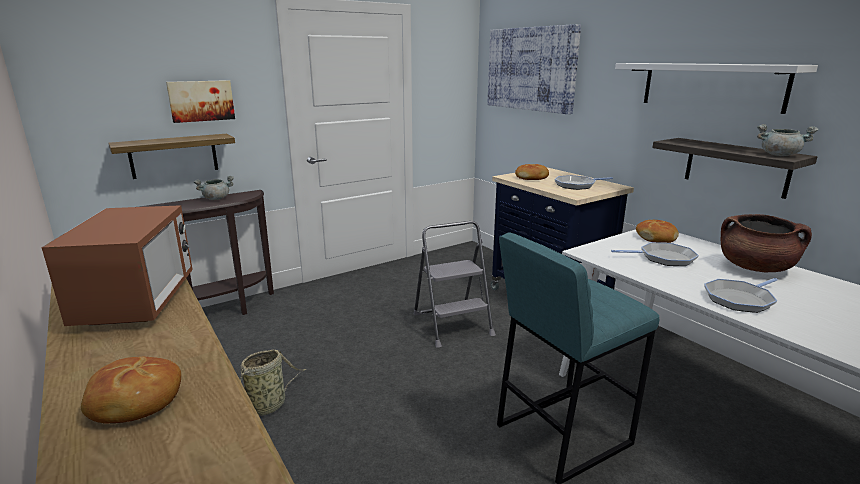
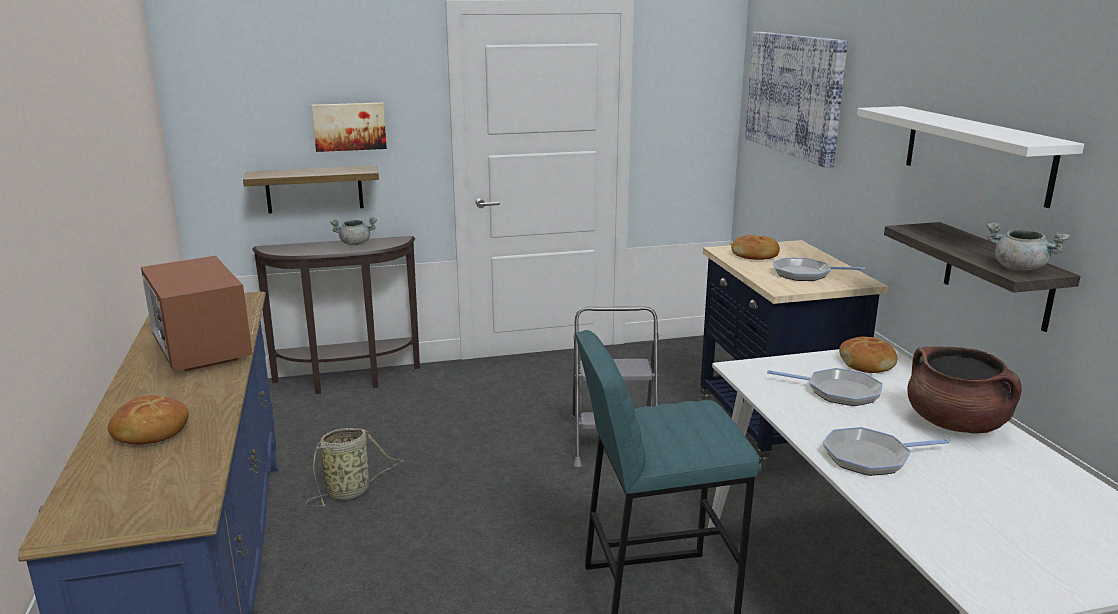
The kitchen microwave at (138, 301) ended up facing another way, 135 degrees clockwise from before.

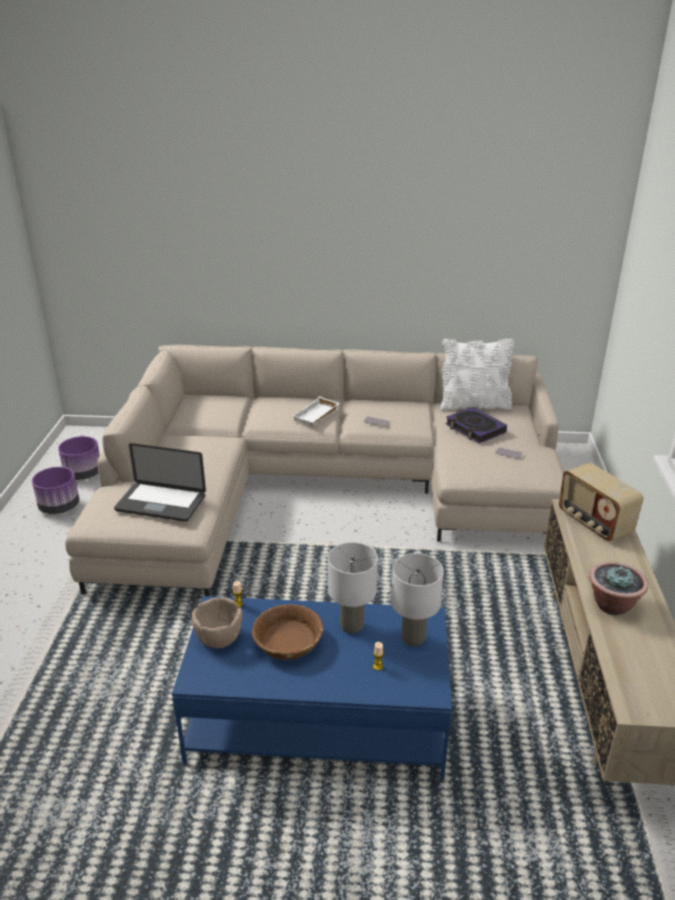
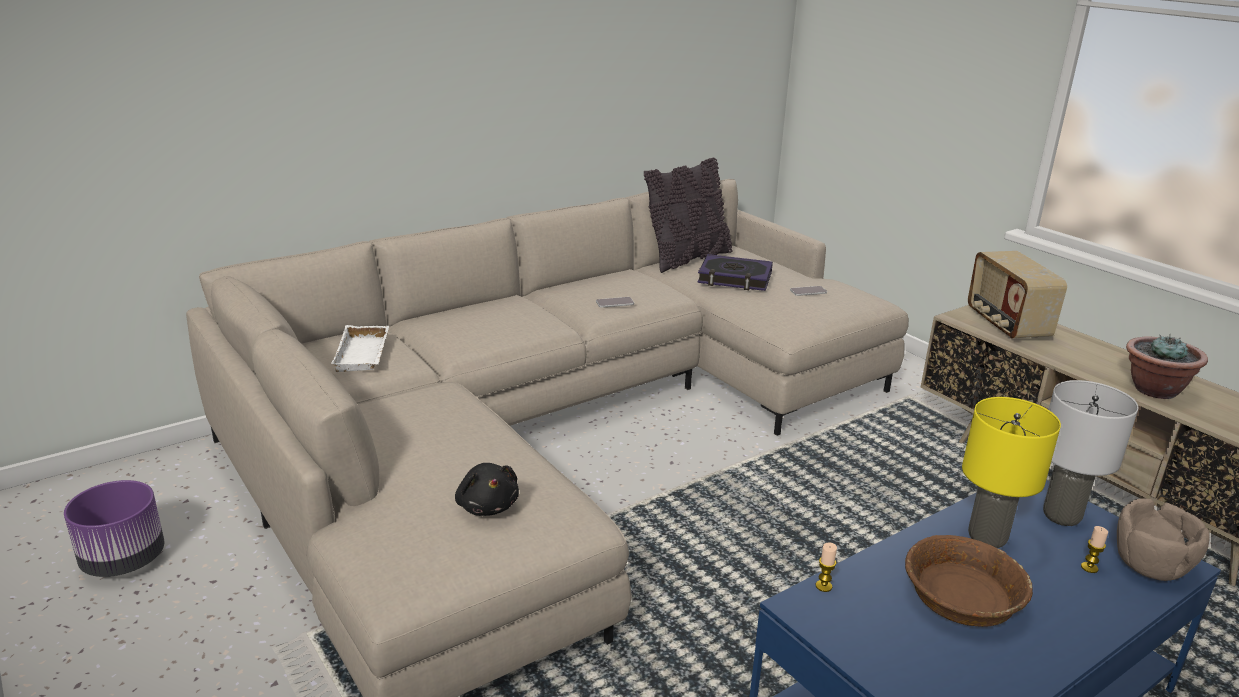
What was the throw pillow/white-coloured at (474, 405) turned into the throw pillow/black-coloured at (687, 258). The serving tray/white-coloured ended up elsewhere, having gone from (316, 415) to (364, 355). Where the notebook computer stood at (161, 503), the plush toy/black-coloured came to stand at (487, 506). The radio set at (593, 523) ended up facing another way, 60 degrees clockwise from before. The second view lost the flower pot/purplish at (60, 507). What was the lamp for a table/white-coloured at (353, 627) turned into the lamp for a table/yellow-coloured at (989, 538). The deep dish/brownish ended up elsewhere, having gone from (218, 638) to (1149, 567).

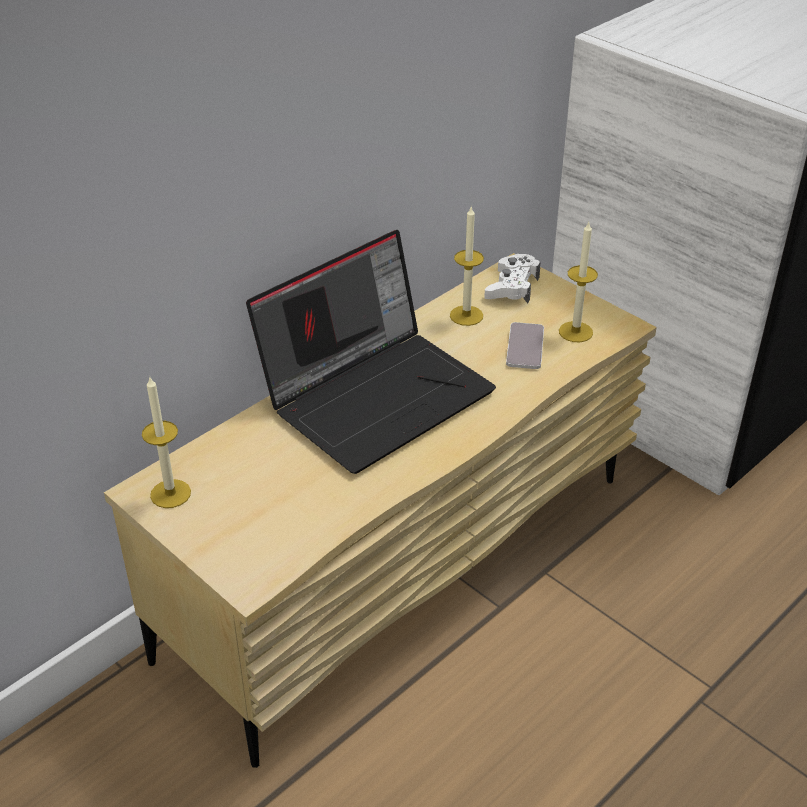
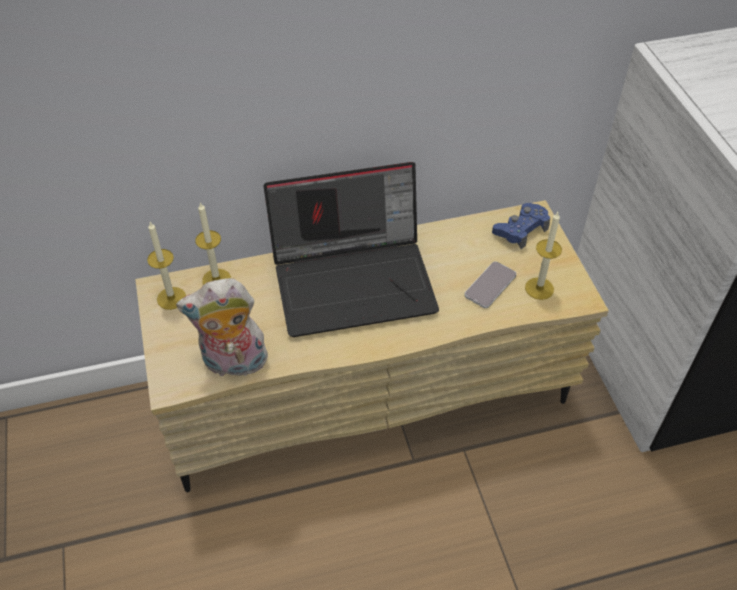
The wax light ended up elsewhere, having gone from (466, 315) to (216, 279). What was the joypad/white-coloured at (512, 286) turned into the joypad/bluish at (521, 229). The second view gained the plush toy at (233, 364).

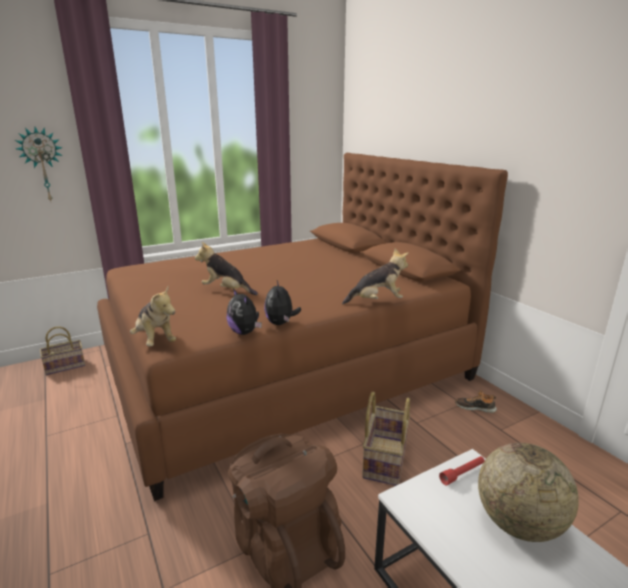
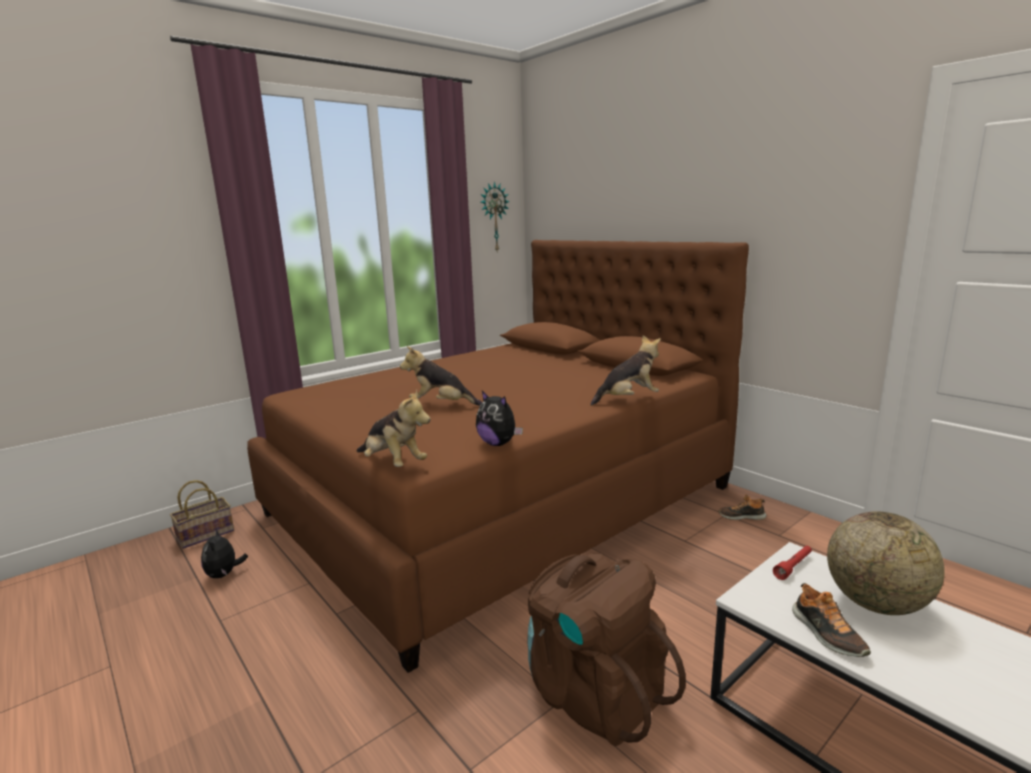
The clock on the wall ended up elsewhere, having gone from (43, 165) to (493, 217). The plush toy ended up elsewhere, having gone from (281, 323) to (224, 574). The second view lost the household basket at (384, 459). The second view gained the low shoe at (826, 634).

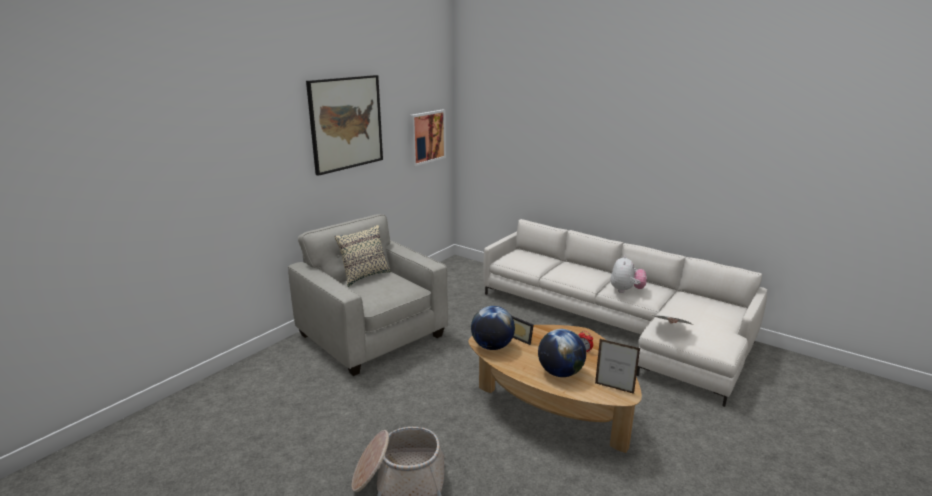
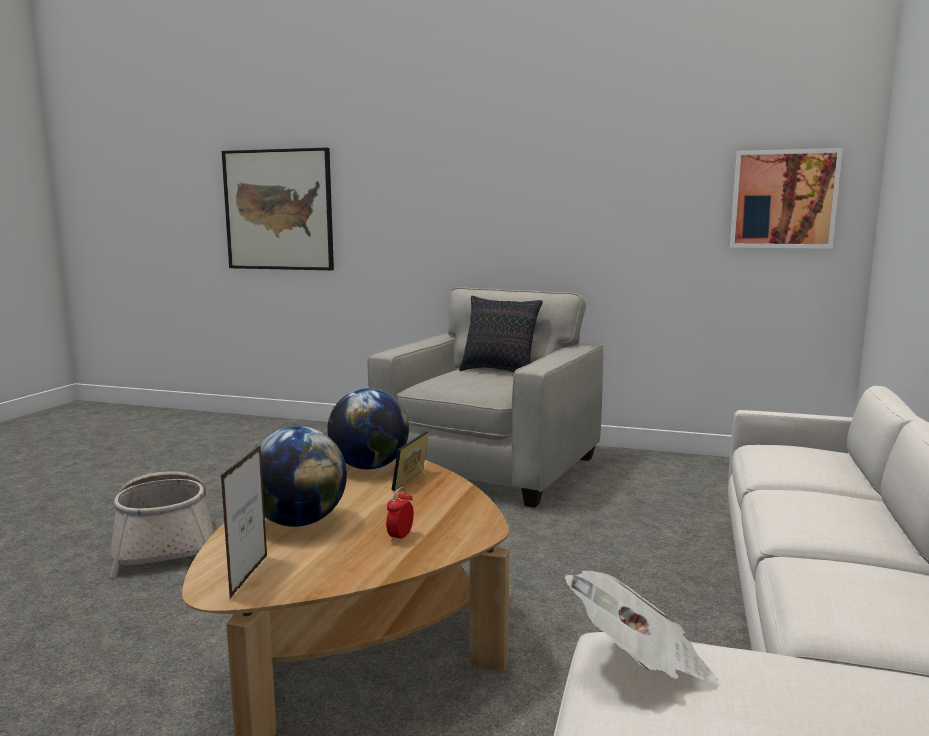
The wall picture ended up elsewhere, having gone from (346, 123) to (279, 210). What was the throw pillow/beige at (365, 277) turned into the throw pillow/black-coloured at (499, 372). The second view lost the plush toy at (626, 290).

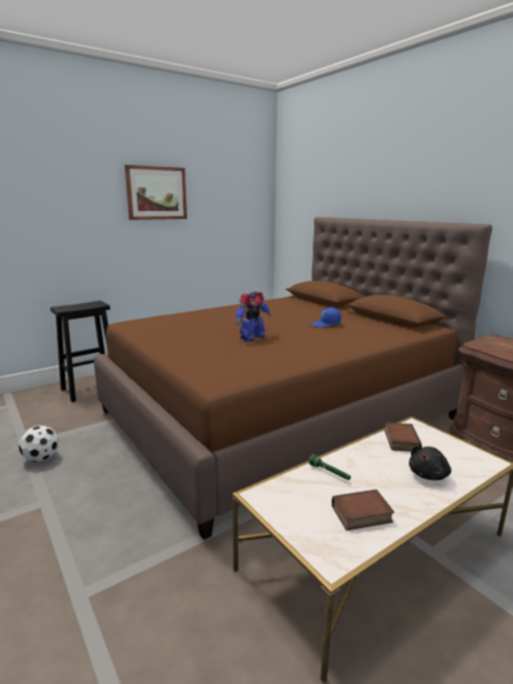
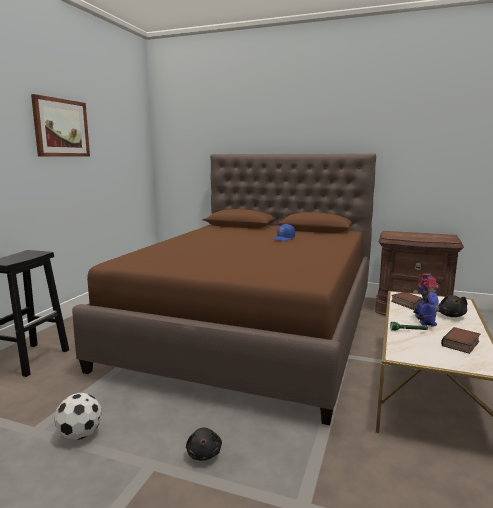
The model robot ended up elsewhere, having gone from (251, 337) to (424, 321). The second view gained the plush toy/black-coloured at (204, 453).

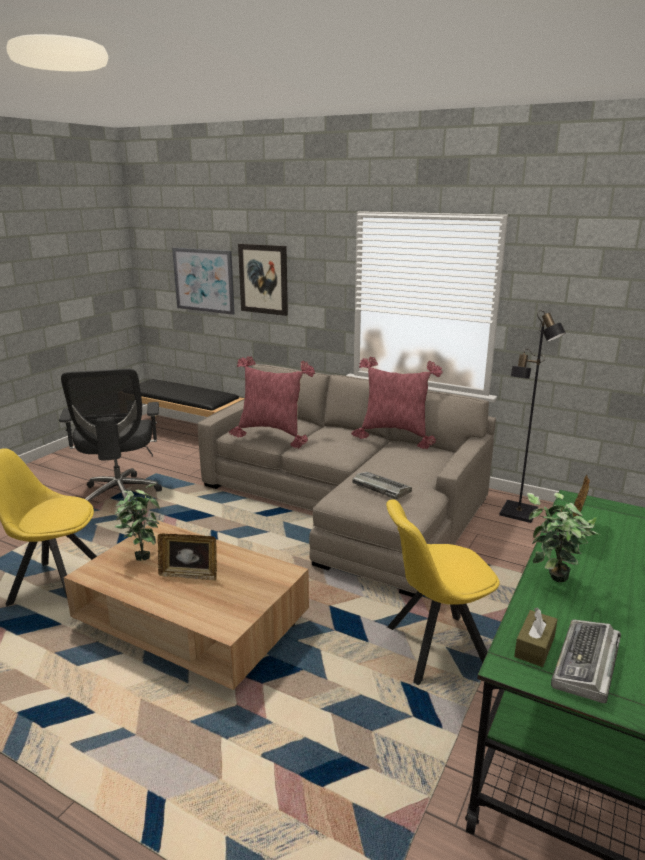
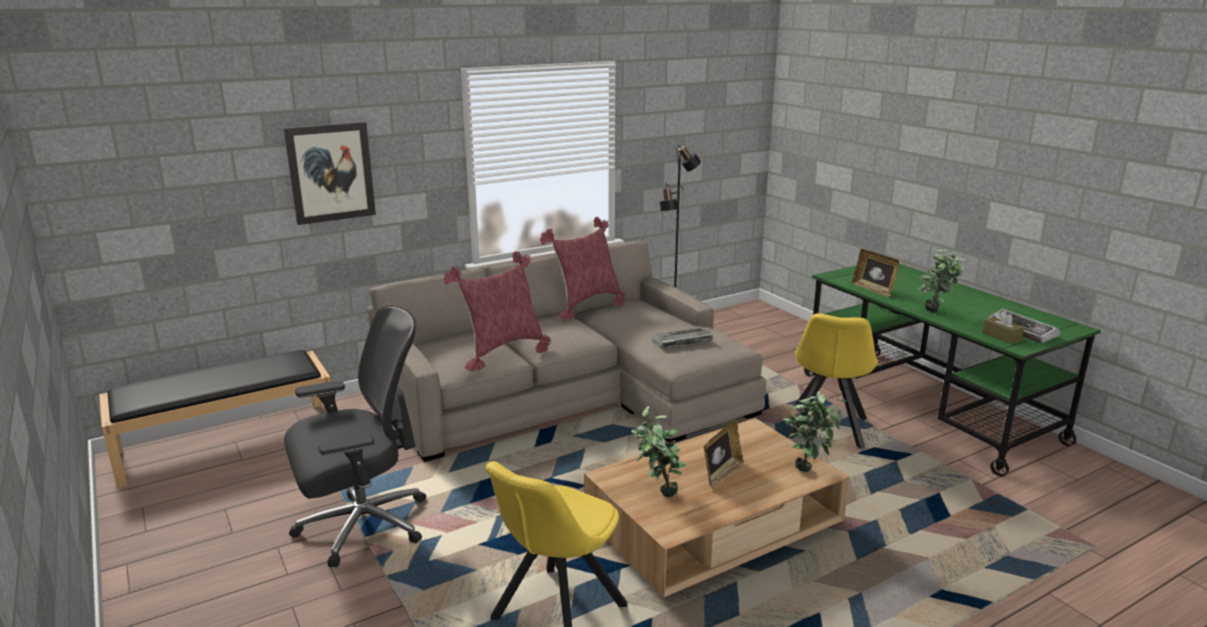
The second view lost the wall picture at (204, 280). The desk chair at (120, 494) ended up facing another way, 45 degrees counterclockwise from before. The second view gained the houseplant at (809, 466).

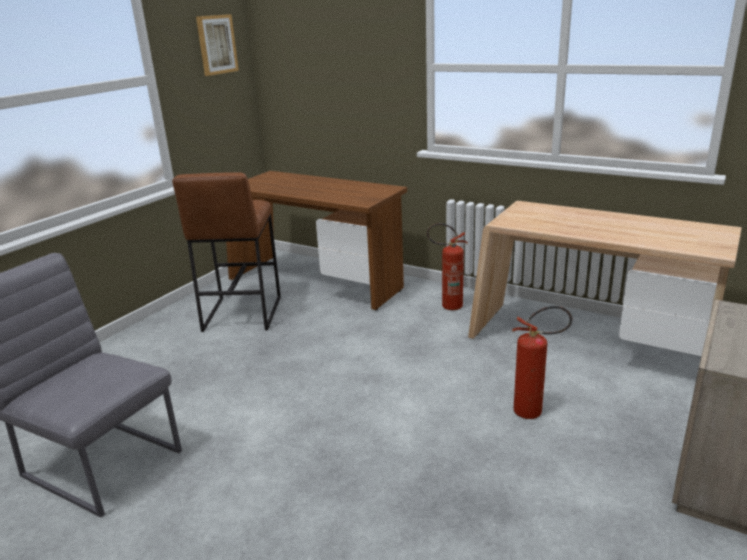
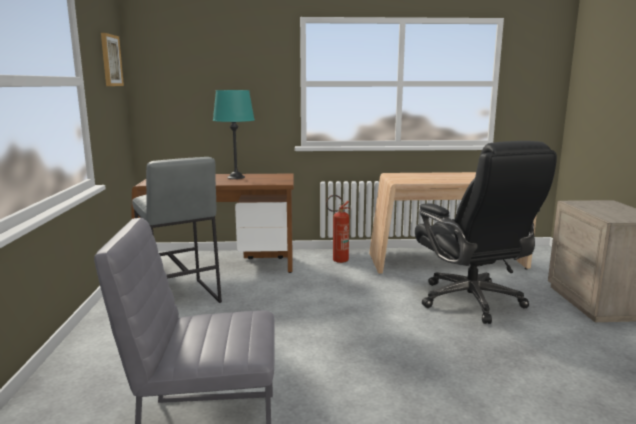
What was the sitting stool/brownish at (242, 314) turned into the sitting stool/grey at (181, 297). Where the fire extinguisher stood at (535, 412), the desk chair/black-coloured came to stand at (470, 300). The second view gained the lamp for a table/blue-green at (236, 177).

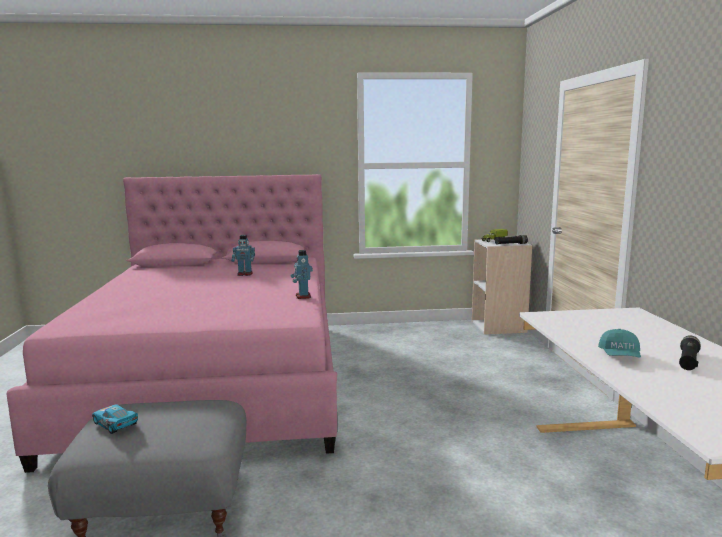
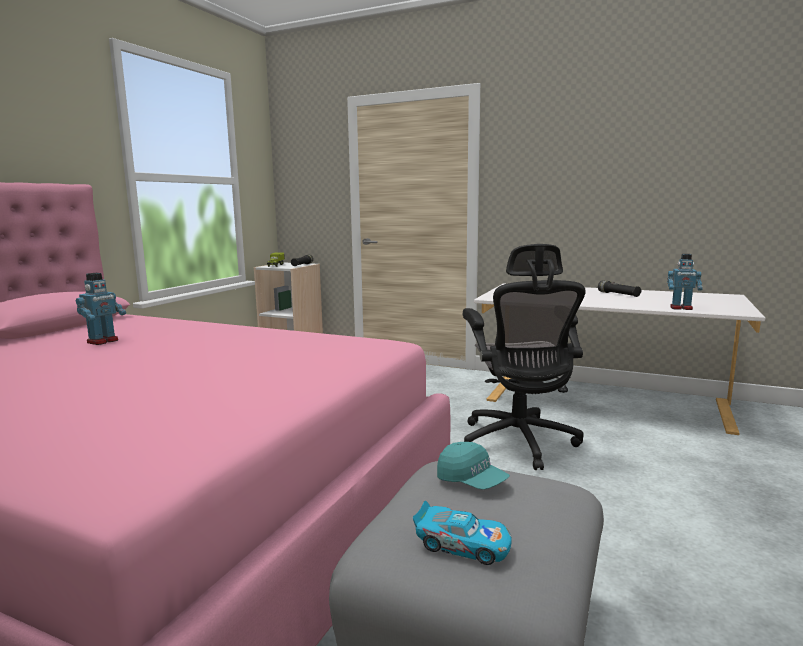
The model robot ended up elsewhere, having gone from (302, 296) to (681, 308). The cap/blue-green ended up elsewhere, having gone from (620, 356) to (472, 481). The model car at (115, 424) ended up facing another way, 135 degrees counterclockwise from before. The second view gained the desk chair at (518, 442).

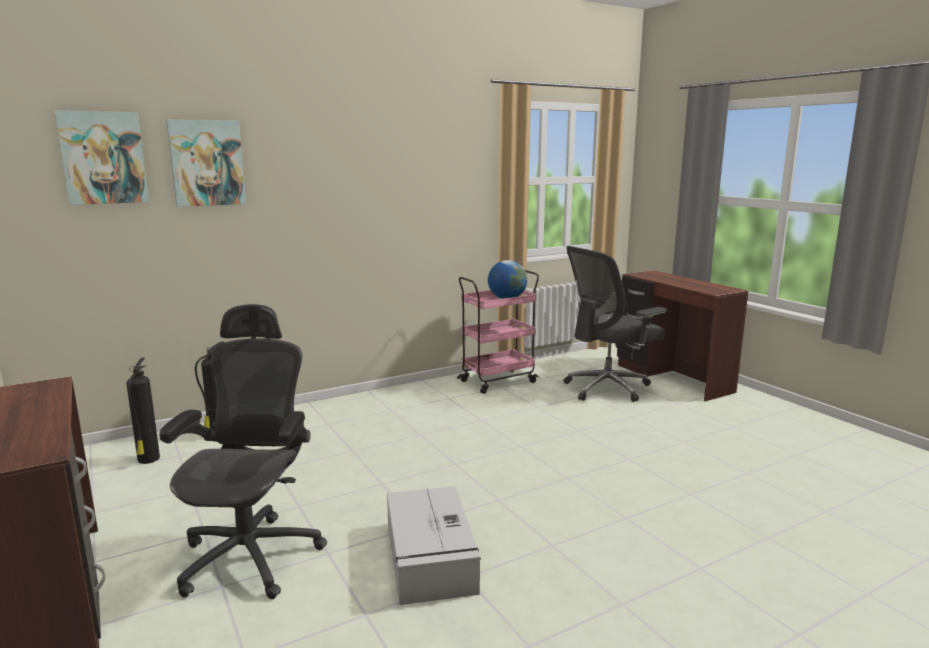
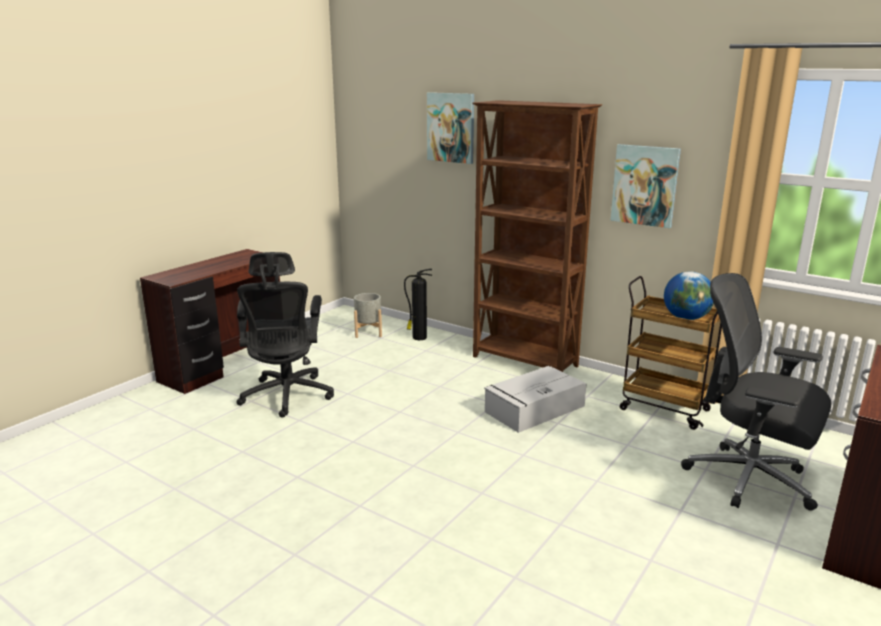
The wall picture ended up elsewhere, having gone from (103, 158) to (645, 185). What was the wheeled cart/pink-coloured at (498, 381) turned into the wheeled cart/brownish at (665, 410). The desk chair at (253, 553) ended up facing another way, 105 degrees clockwise from before. Where the fire extinguisher stood at (148, 460), the flower pot/grey came to stand at (368, 332). The storage container/grey ended up elsewhere, having gone from (430, 557) to (533, 409). The second view gained the shelving unit/brownish at (525, 362).

